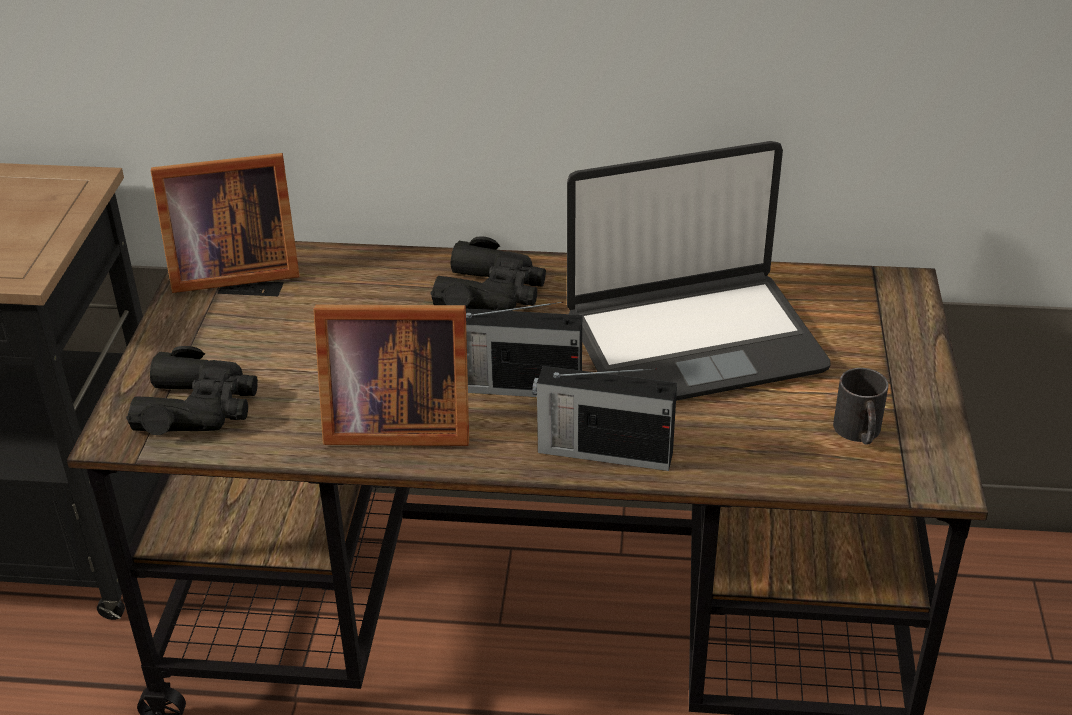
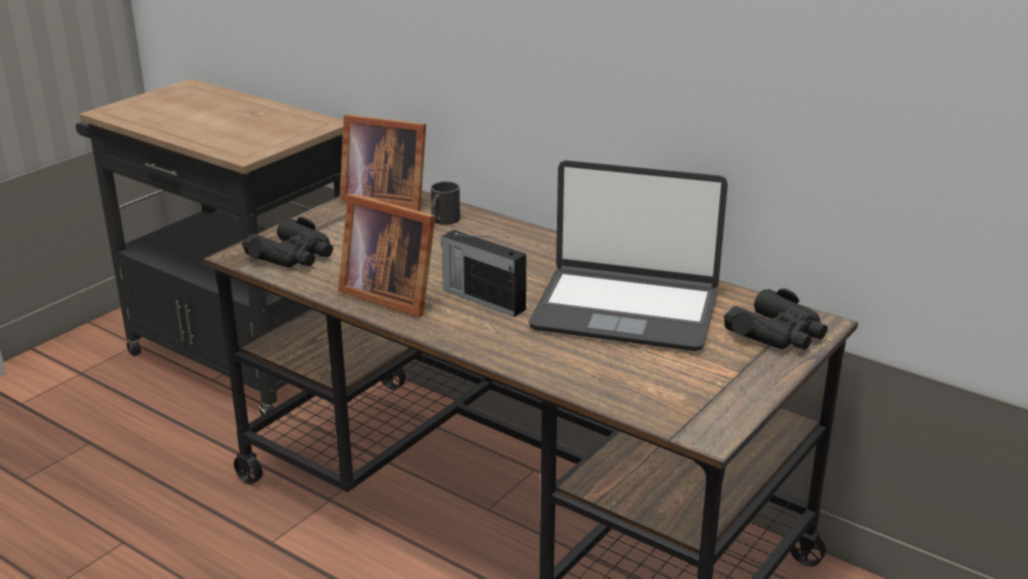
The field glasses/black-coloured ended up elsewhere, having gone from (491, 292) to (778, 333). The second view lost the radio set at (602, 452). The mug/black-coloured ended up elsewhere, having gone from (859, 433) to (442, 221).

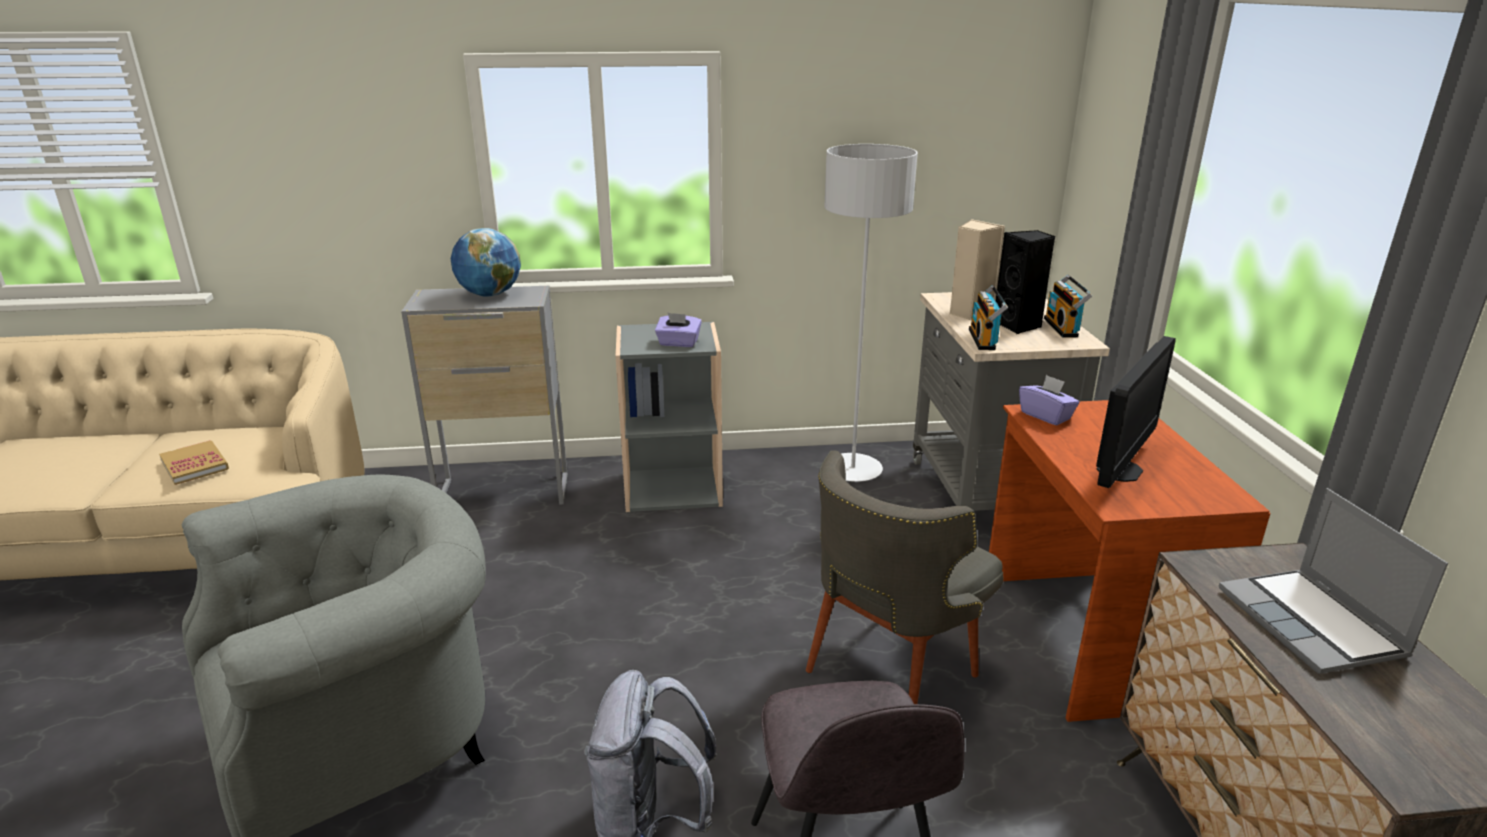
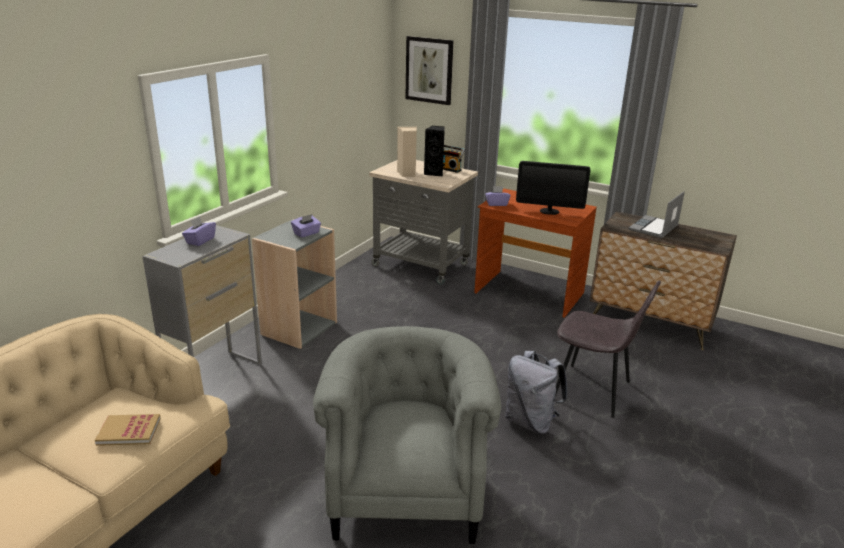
The second view lost the floor lamp/grey at (852, 470). Where the globe stood at (489, 295), the tissue box/purplish came to stand at (200, 240). The second view lost the radio set at (984, 339). The computer screen at (1119, 470) ended up facing another way, 120 degrees clockwise from before. The second view lost the upright chair/grey at (892, 674). The notebook computer at (1313, 624) ended up facing another way, 105 degrees clockwise from before. The second view gained the wall picture at (429, 70).

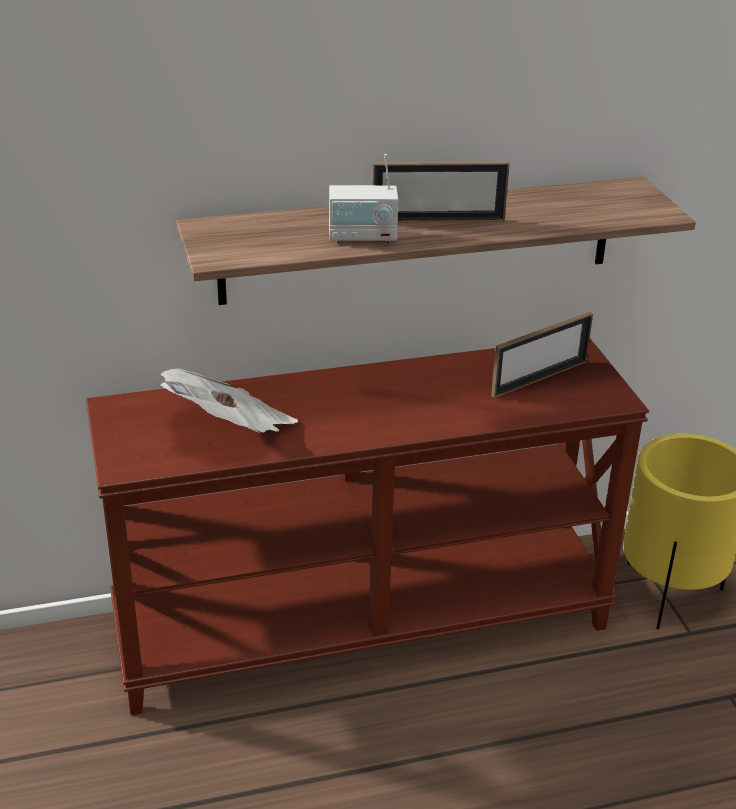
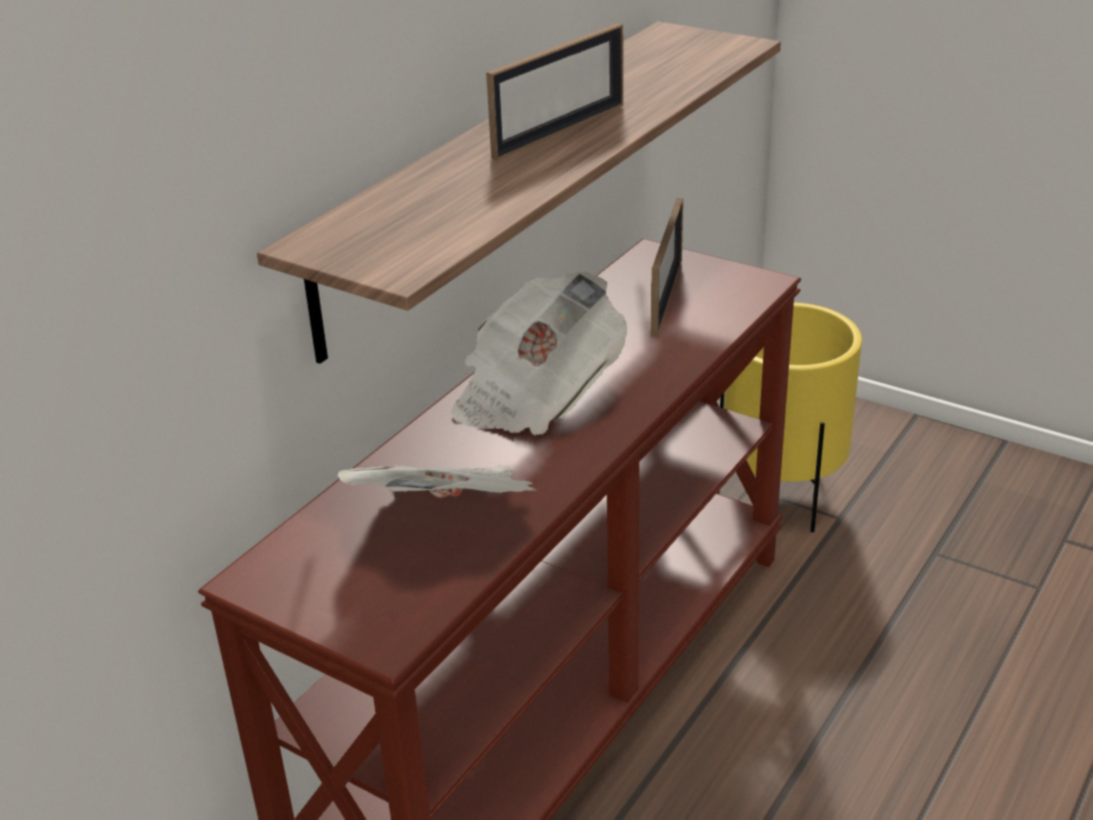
The second view lost the radio set at (363, 237). The second view gained the newspaper at (536, 395).

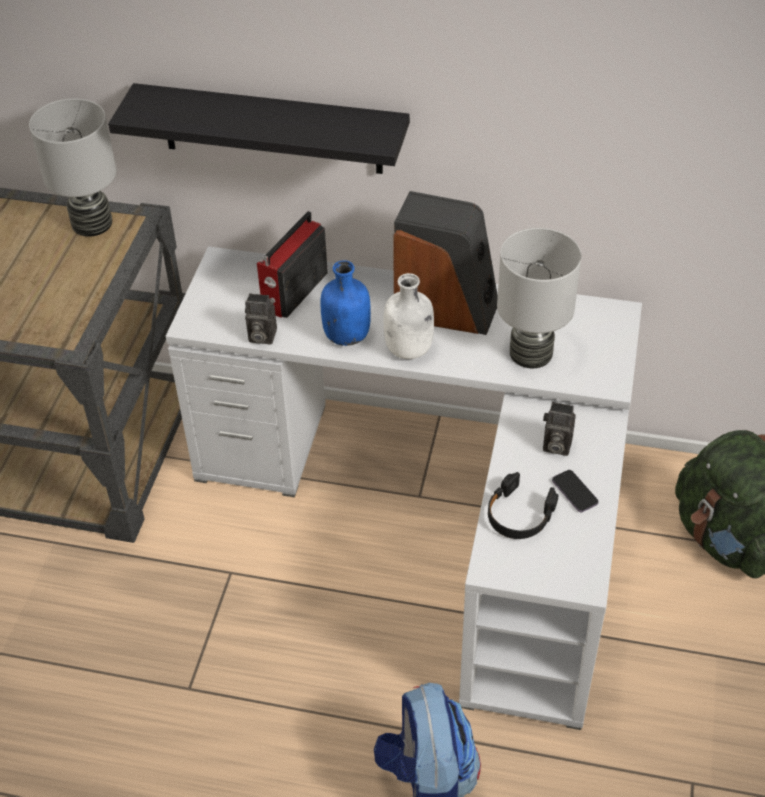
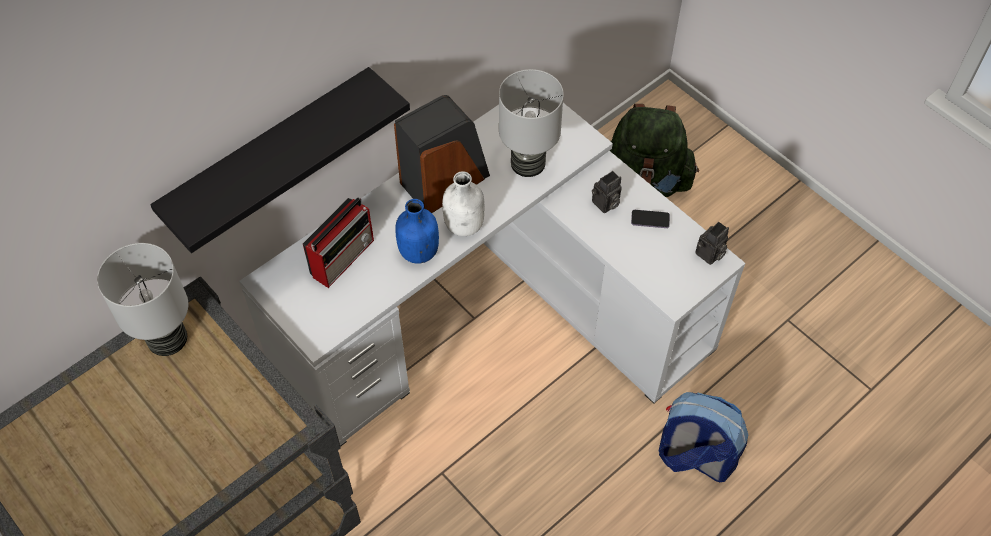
The radio set at (293, 292) ended up facing another way, 120 degrees counterclockwise from before. The still camera ended up elsewhere, having gone from (260, 336) to (709, 255). The second view lost the pair of headphones/black-coloured at (519, 515).

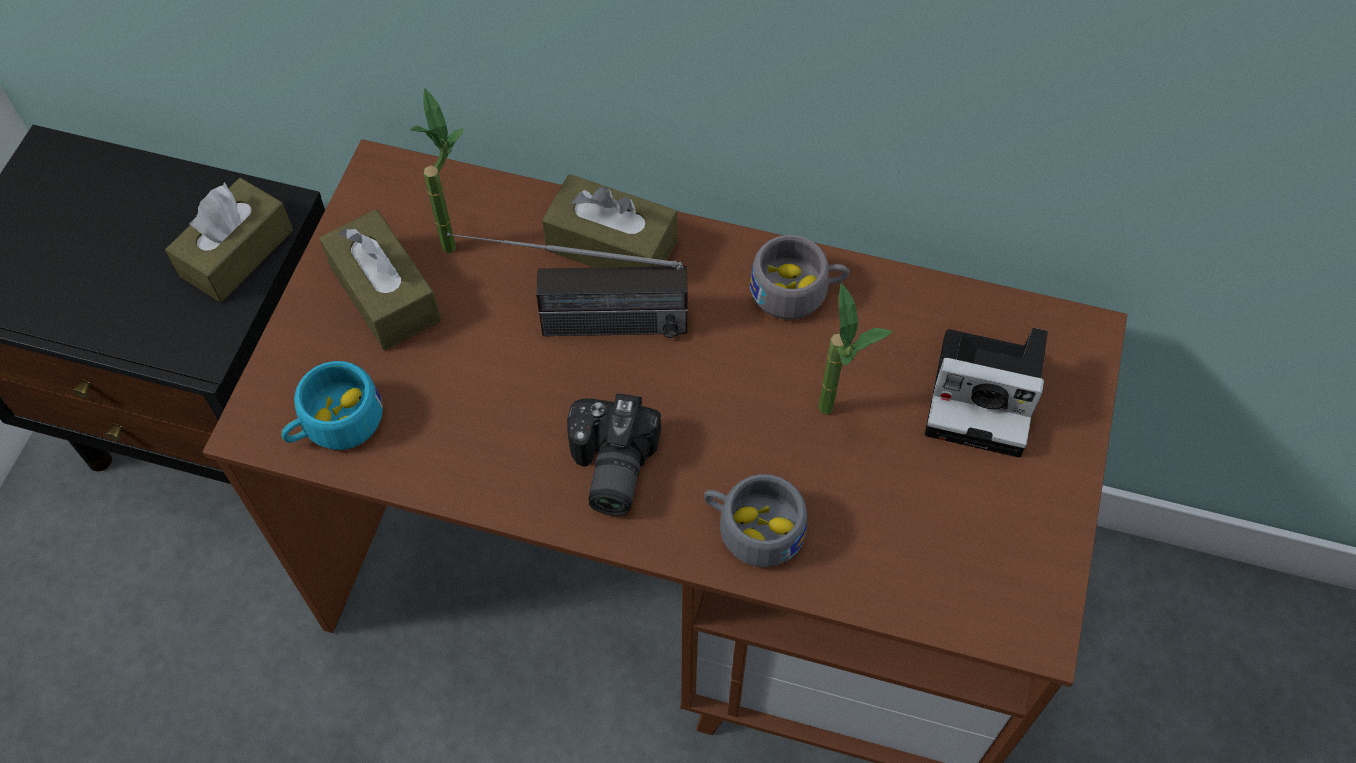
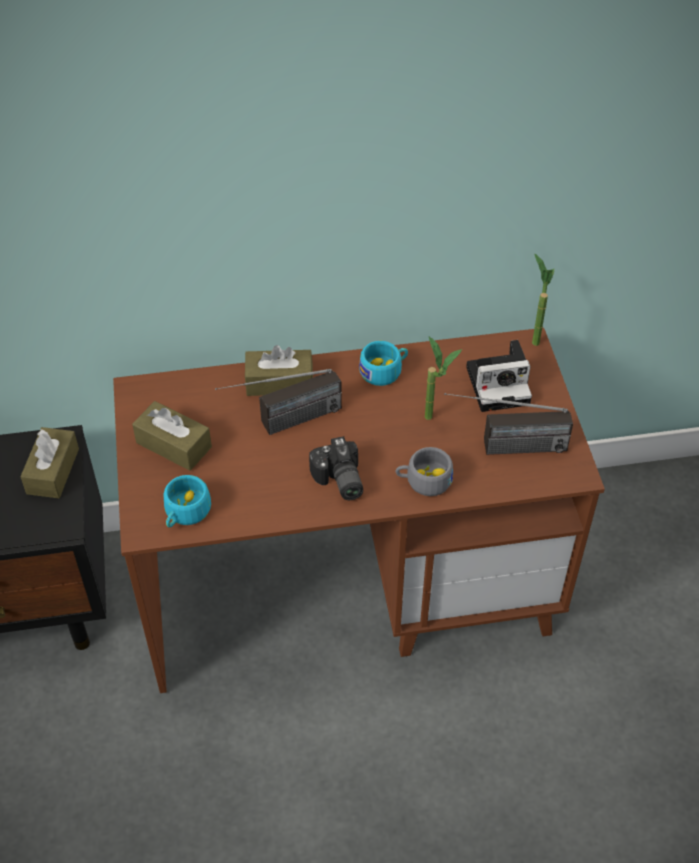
The houseplant ended up elsewhere, having gone from (453, 236) to (533, 337). What was the cup/grey at (797, 291) turned into the cup/blue-green at (384, 370). The second view gained the radio set at (503, 448).

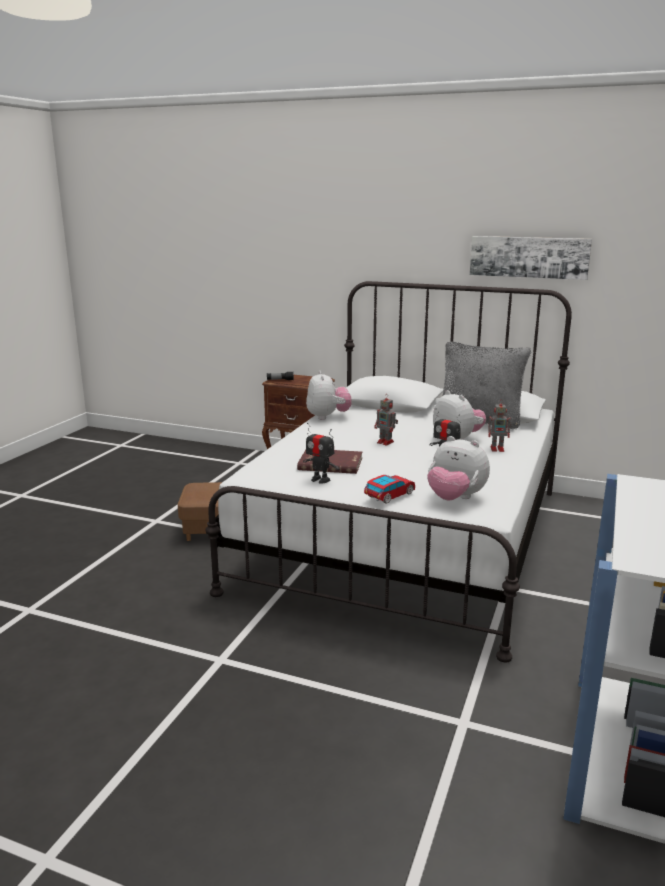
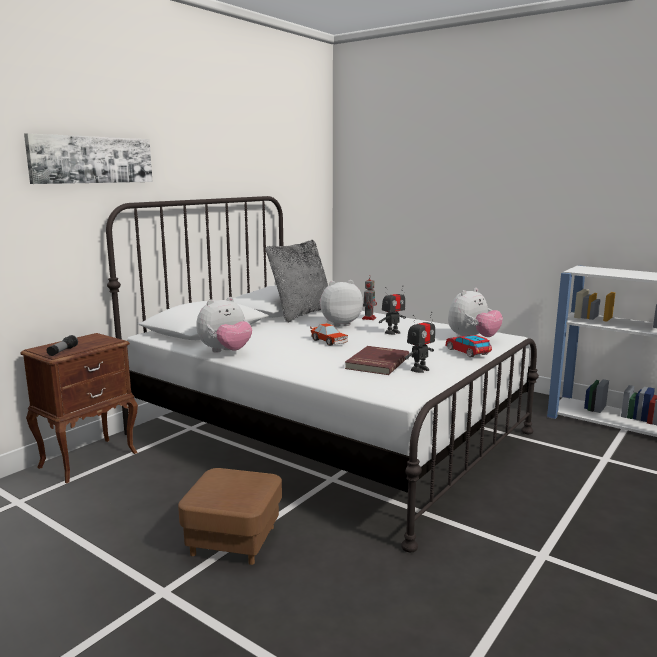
The wall picture ended up elsewhere, having gone from (529, 257) to (92, 160). The plush toy at (328, 417) ended up facing another way, 135 degrees clockwise from before. Where the model robot stood at (386, 442), the model car came to stand at (329, 341).

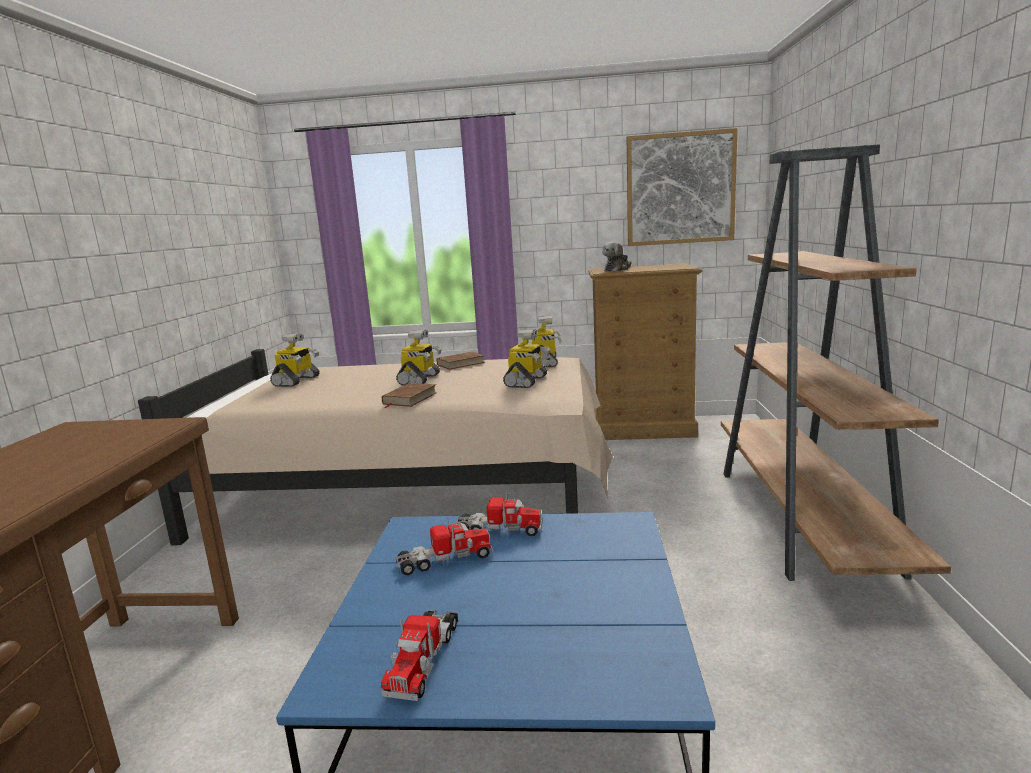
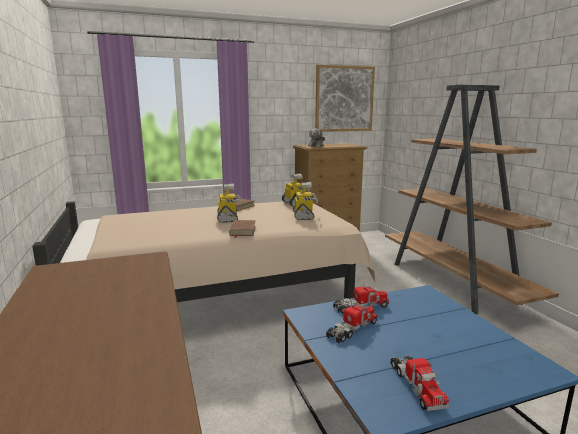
The second view lost the model robot at (297, 381).

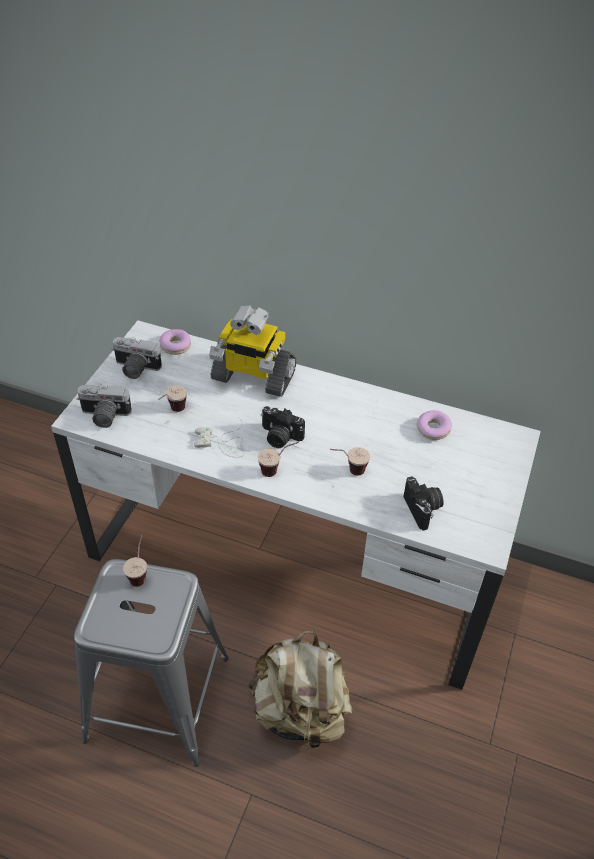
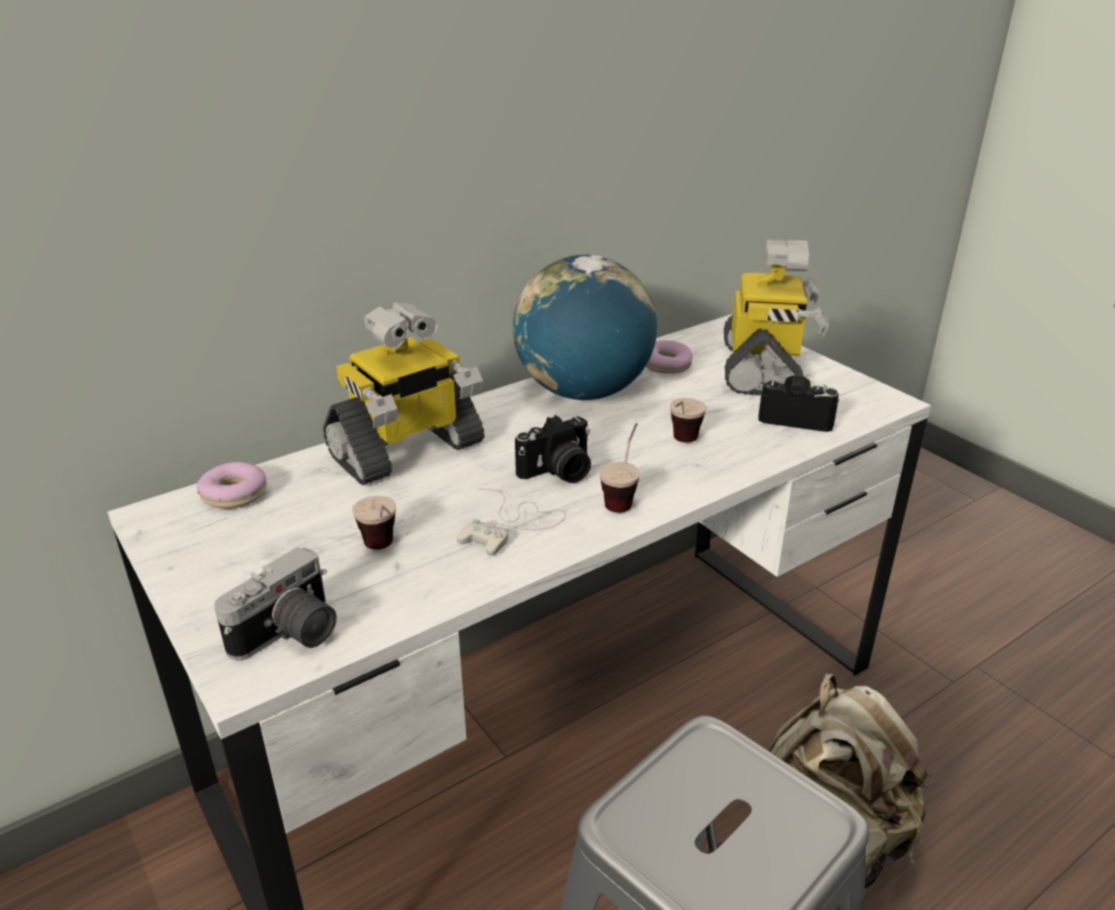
The second view lost the still camera at (135, 369). The second view lost the cup at (140, 572). The second view gained the model robot at (763, 370). The second view gained the globe at (583, 392).

